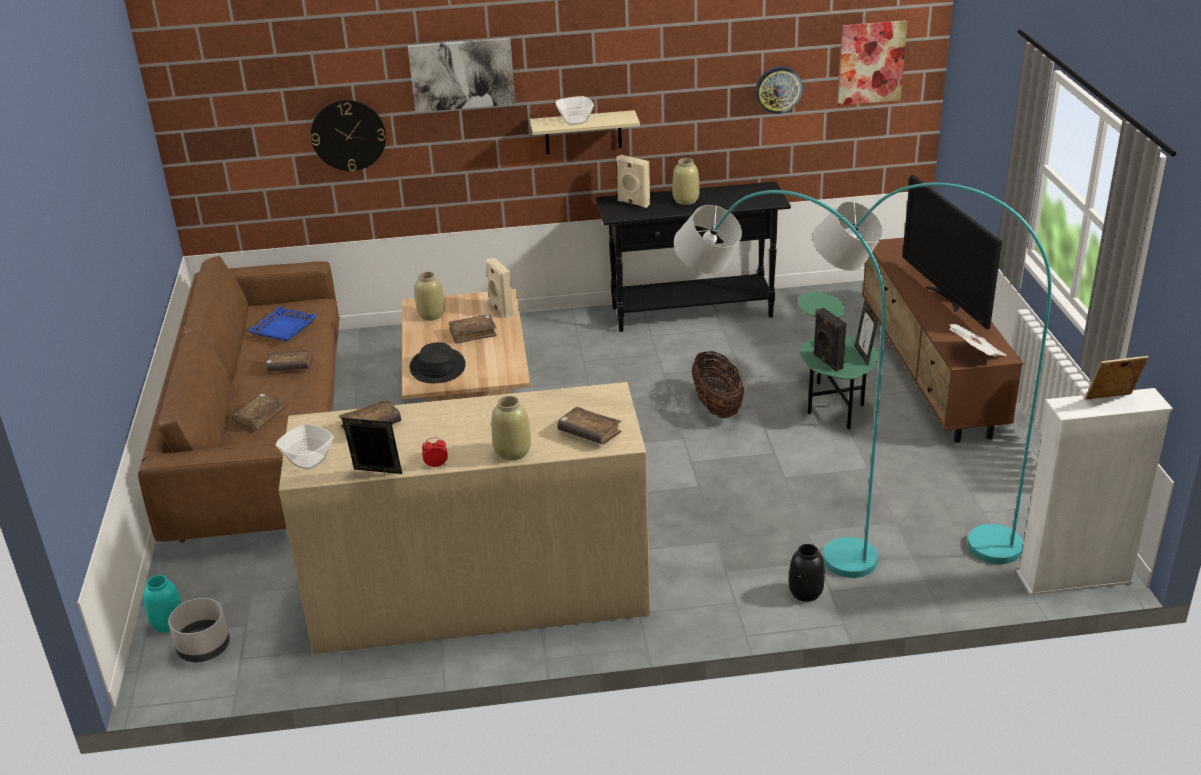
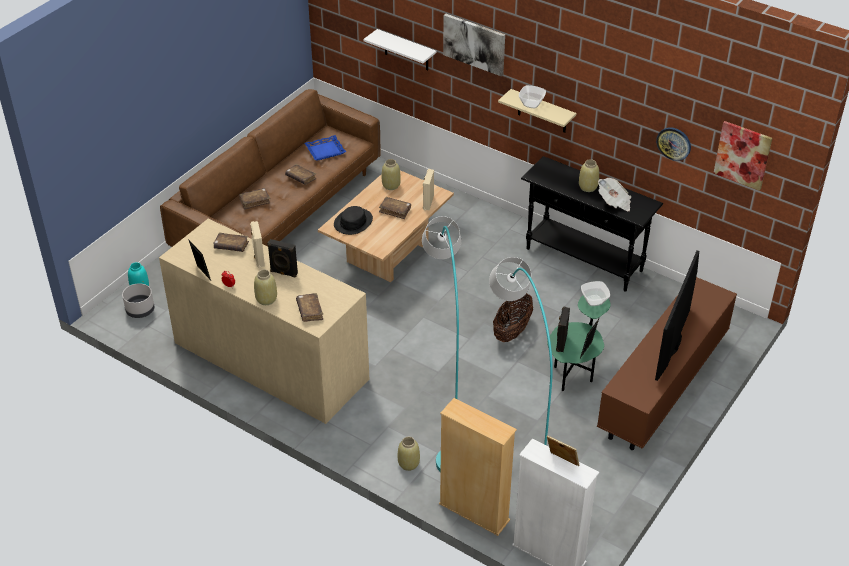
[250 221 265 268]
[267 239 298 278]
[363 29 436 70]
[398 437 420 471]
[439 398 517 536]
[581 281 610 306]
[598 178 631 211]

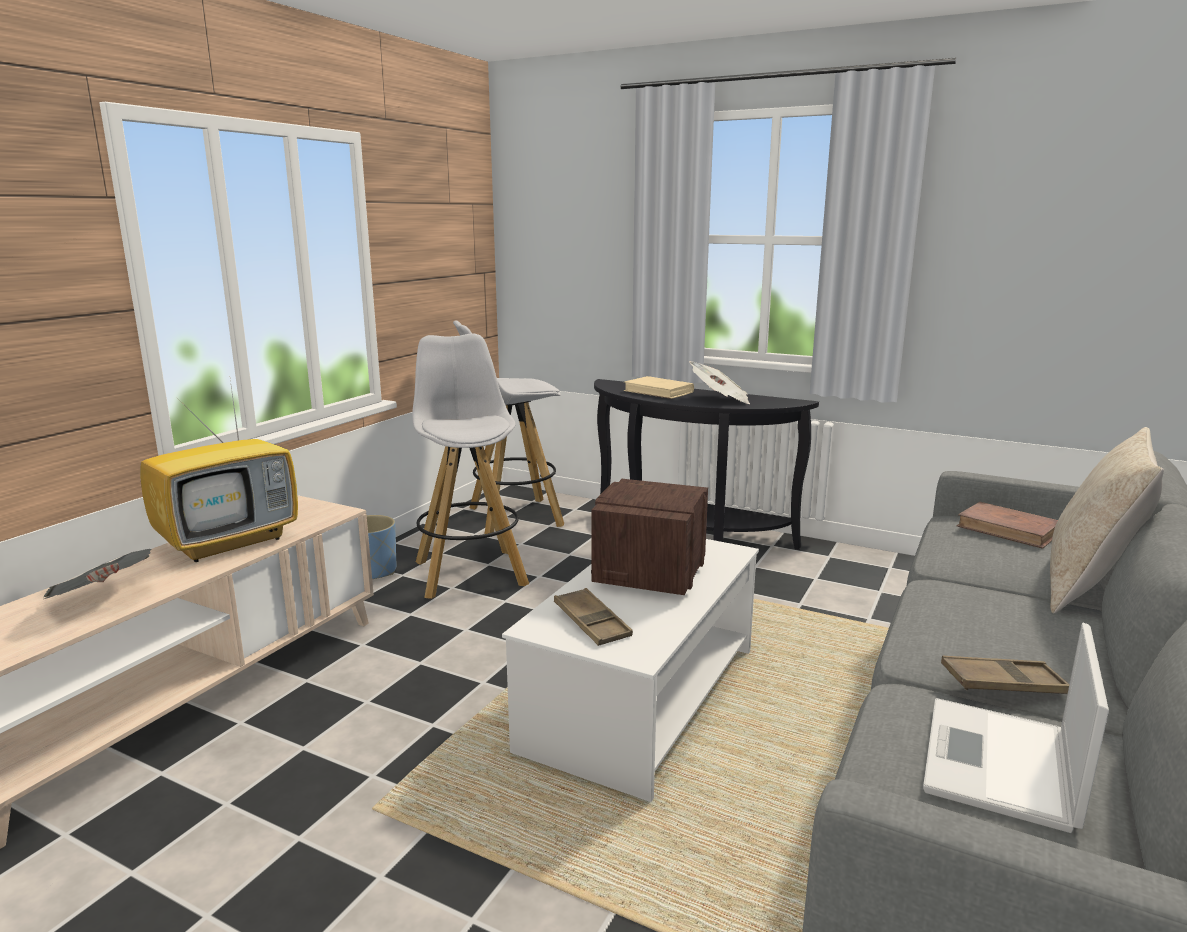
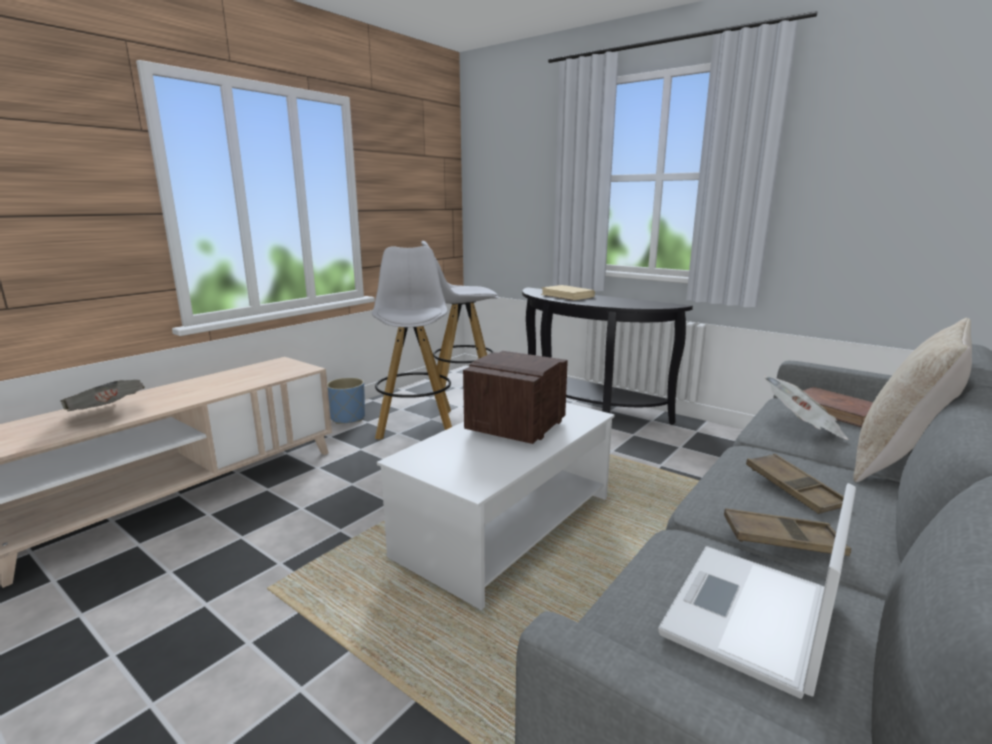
[746 454 844 514]
[764 376 849 440]
[140 373 298 562] (first image)

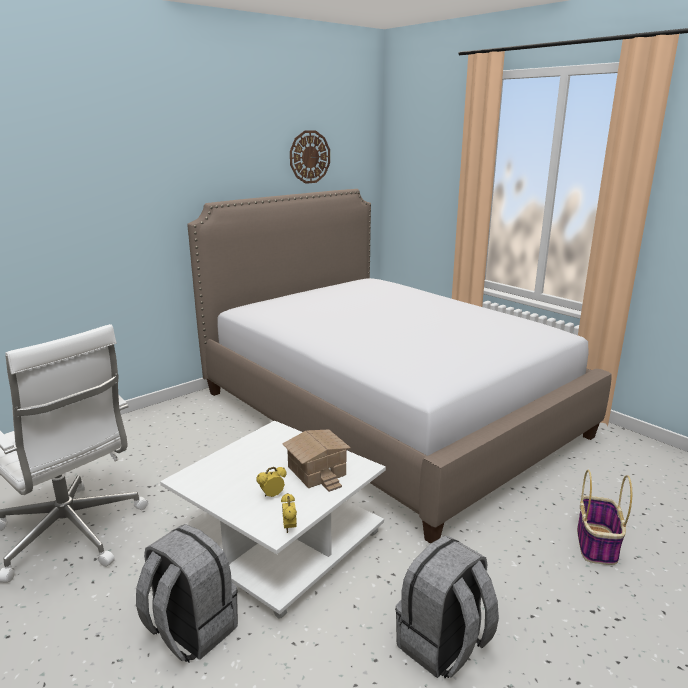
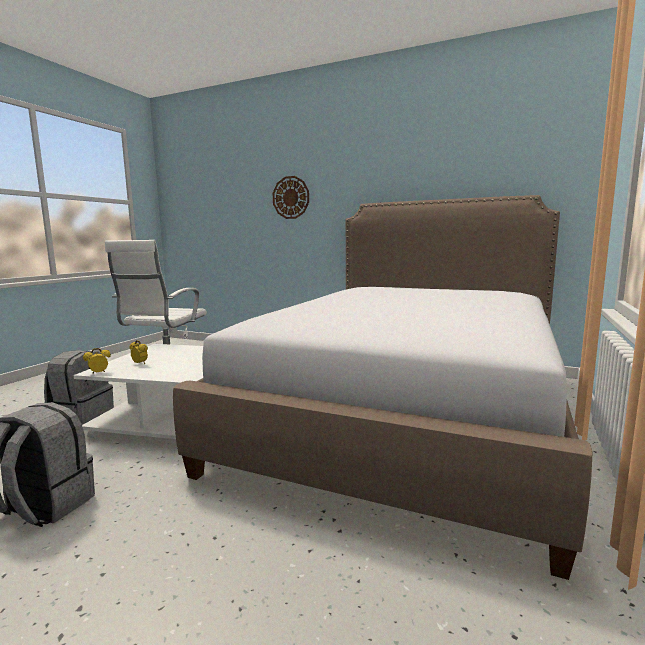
[273 176 309 219]
[282 429 351 492] (first image)
[577 470 632 565] (first image)

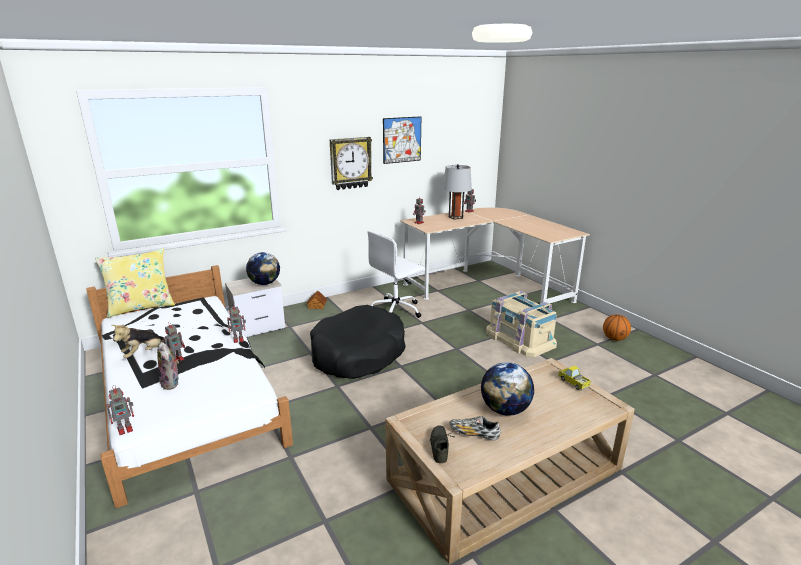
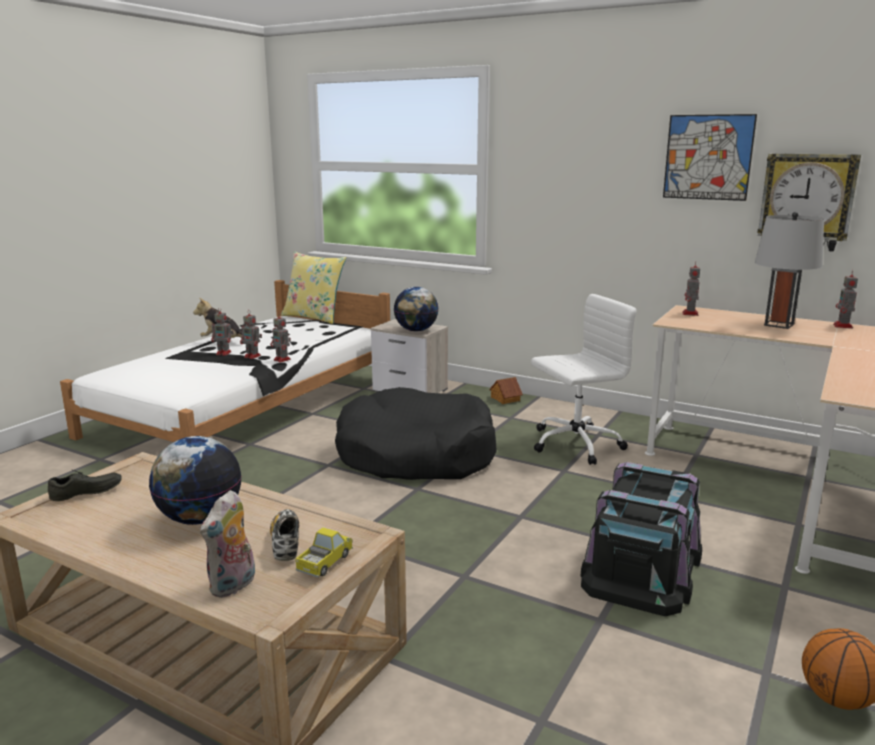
[200 490 255 598]
[240 310 262 359]
[270 509 299 561]
[531 294 636 465]
[580 462 702 616]
[757 153 861 252]

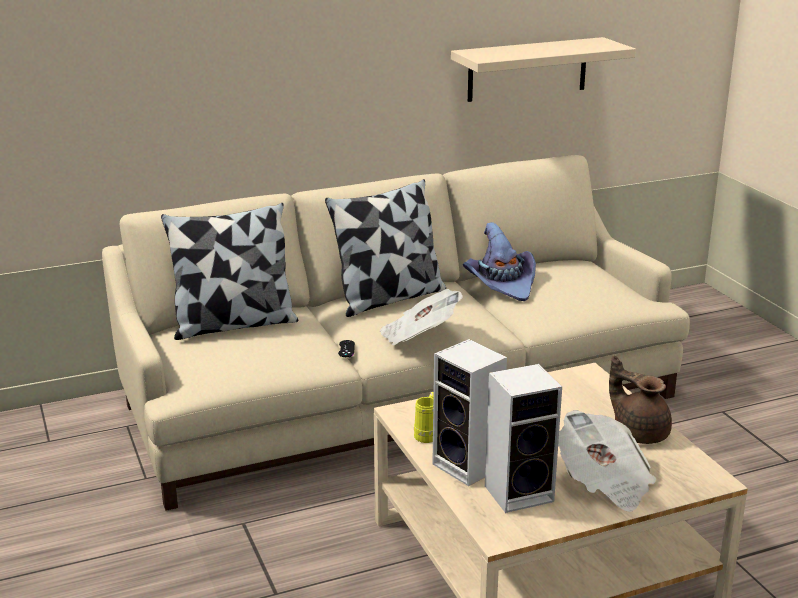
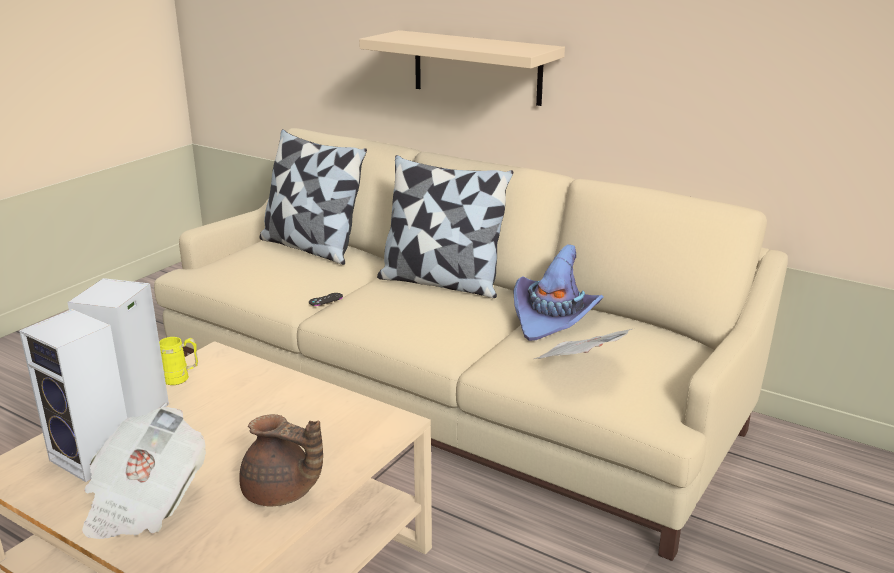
[239 414 323 506]
[359 30 565 106]
[534 329 632 359]

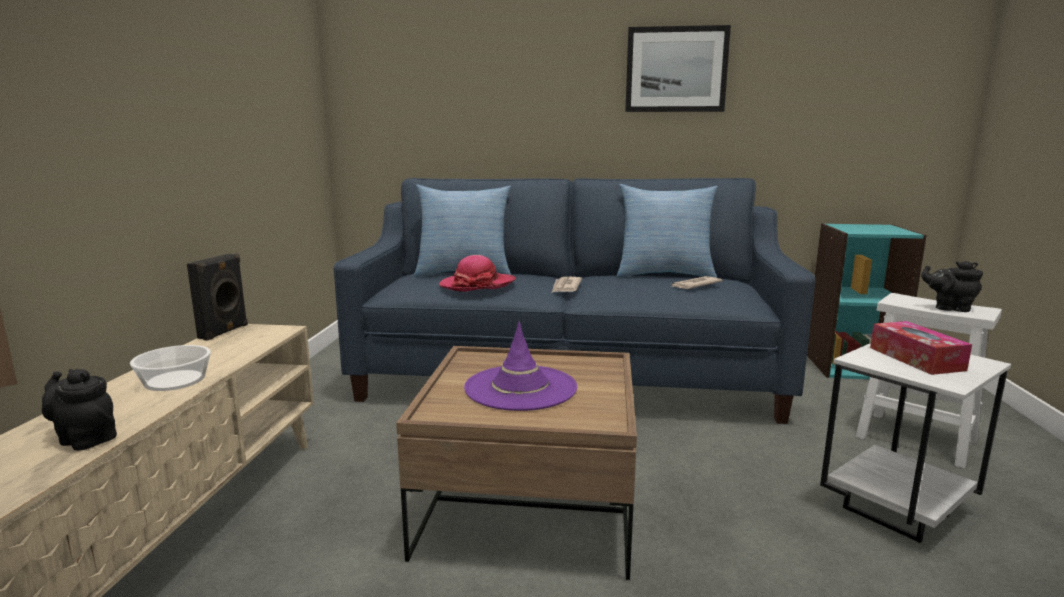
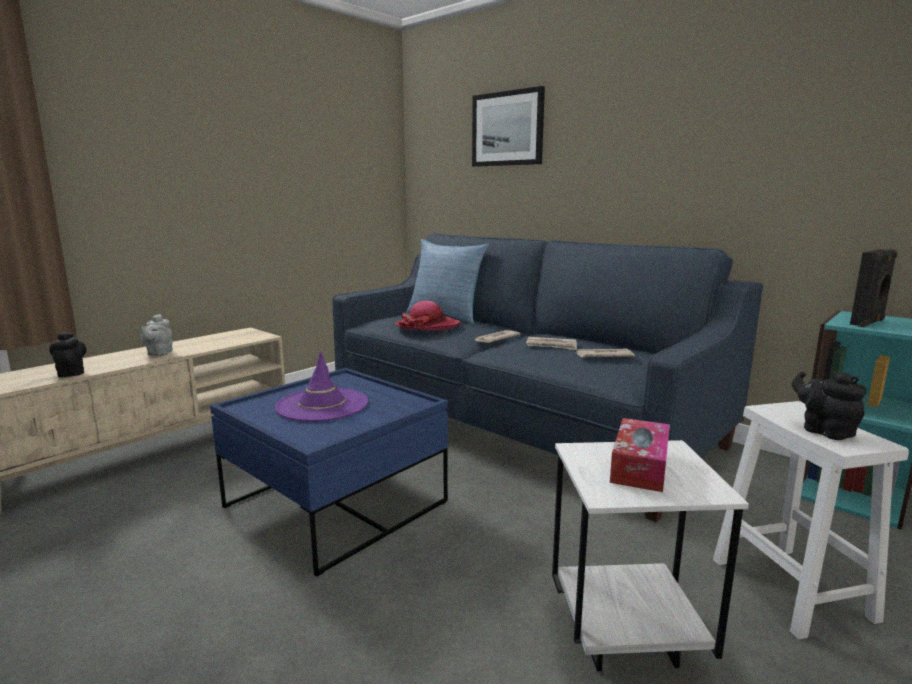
[140 314 173 356]
[210 368 448 577]
[472 86 545 167]
[526 337 577 350]
[850 249 897 327]
[617 184 718 278] (first image)

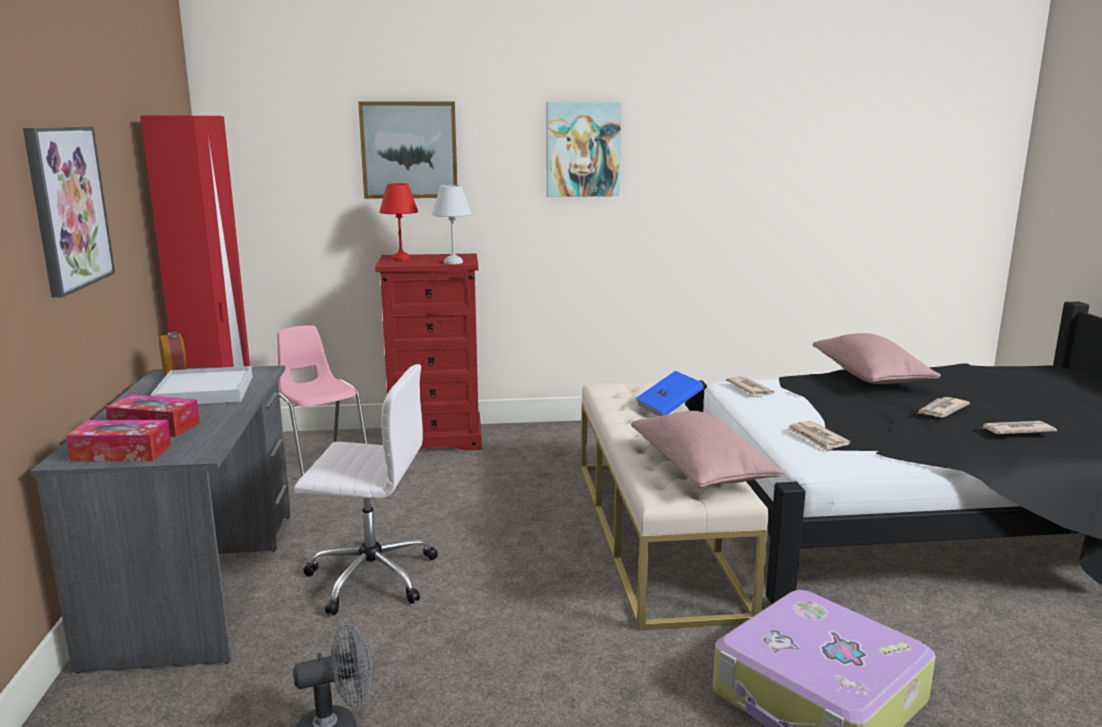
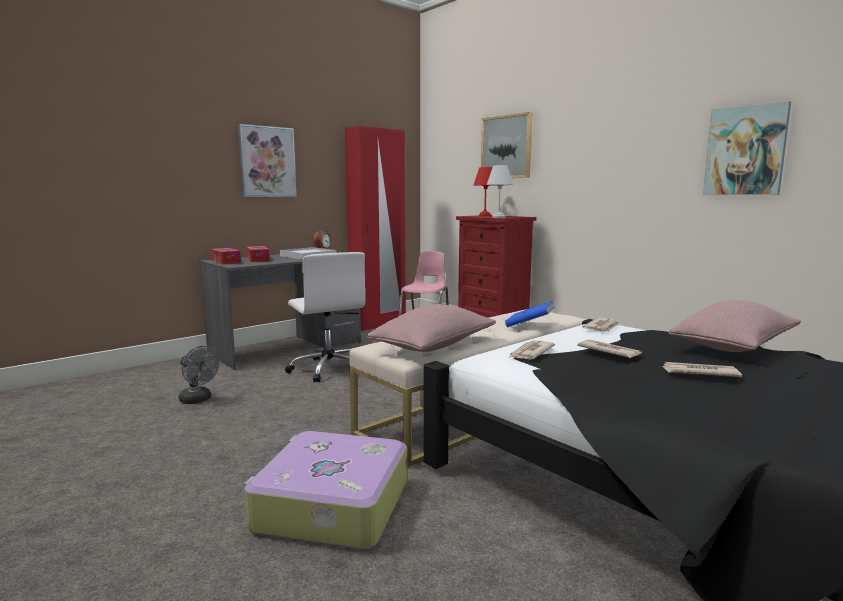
[577 340 642 358]
[703 101 791 195]

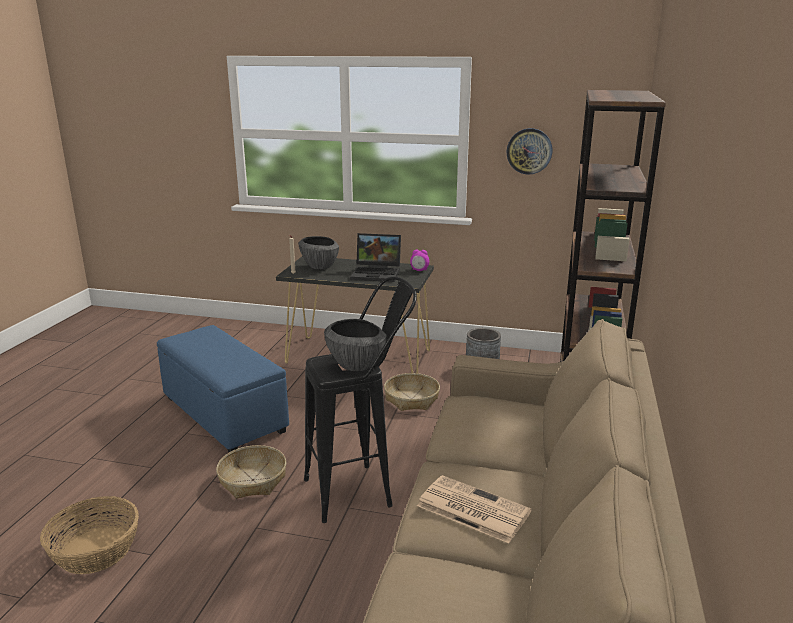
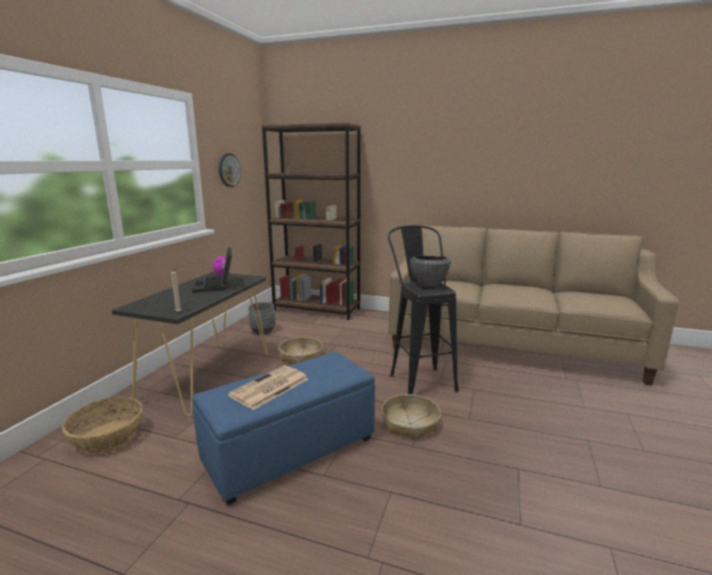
[62 397 143 454]
[192 247 232 293]
[228 366 308 410]
[298 236 339 269] (first image)

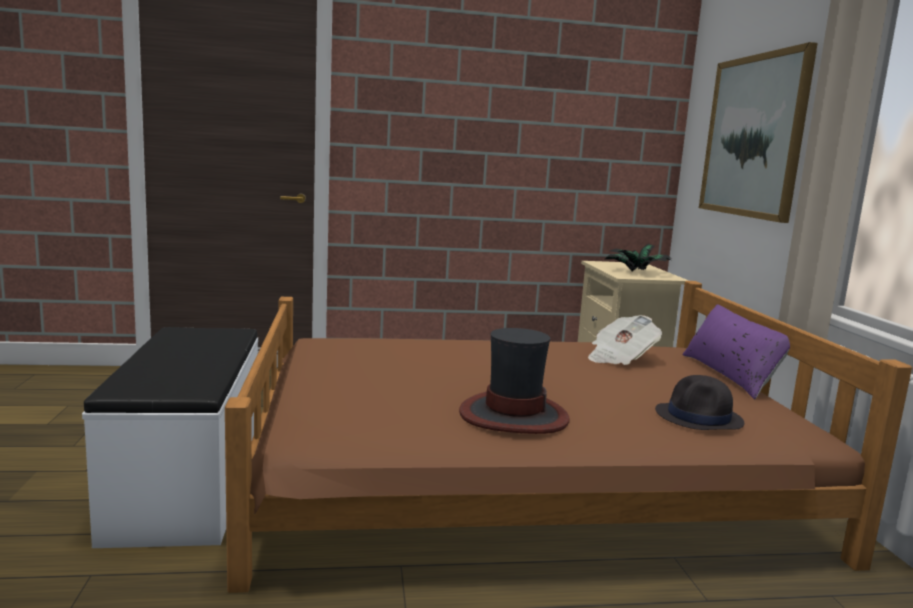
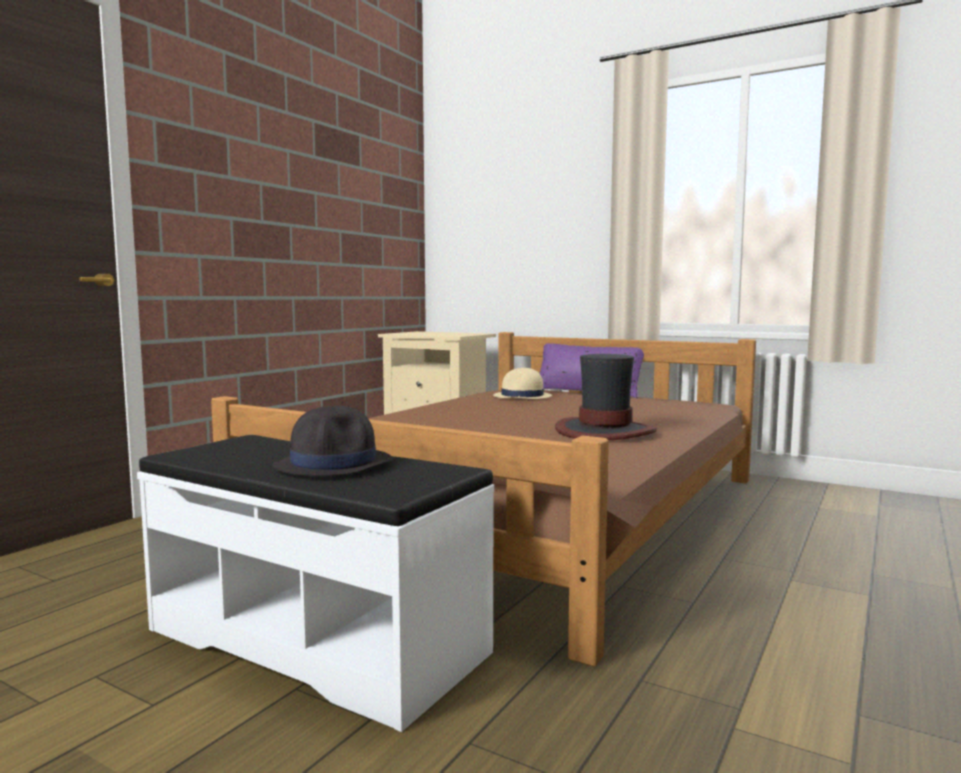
[272 406 392 476]
[493 368 552 399]
[605 244 672 271] (first image)
[699 42 818 223] (first image)

